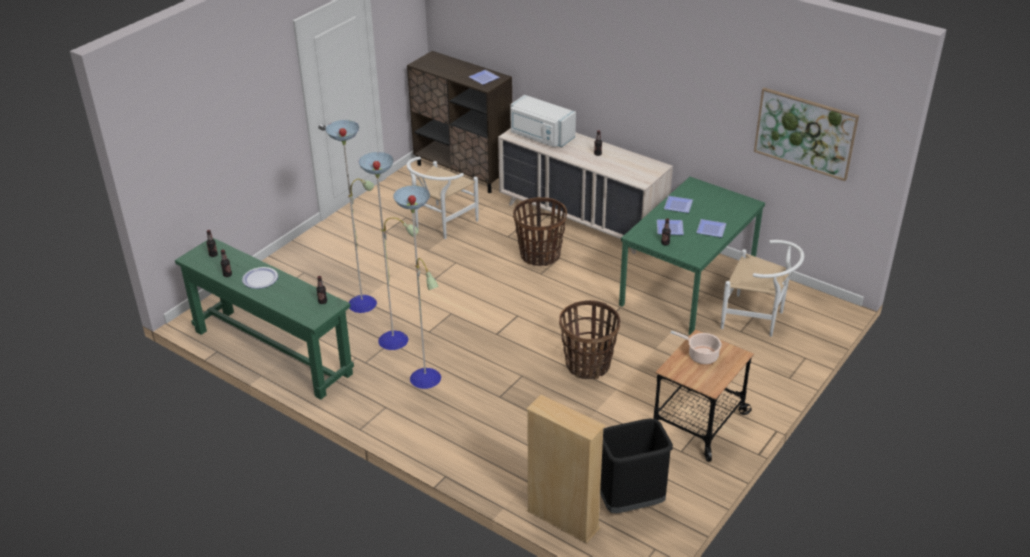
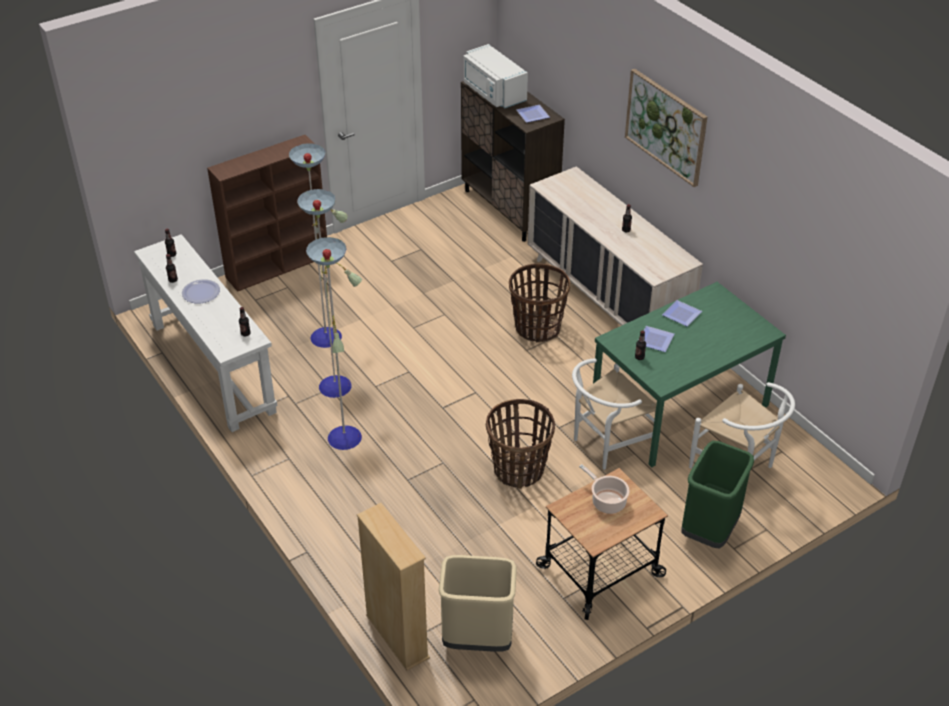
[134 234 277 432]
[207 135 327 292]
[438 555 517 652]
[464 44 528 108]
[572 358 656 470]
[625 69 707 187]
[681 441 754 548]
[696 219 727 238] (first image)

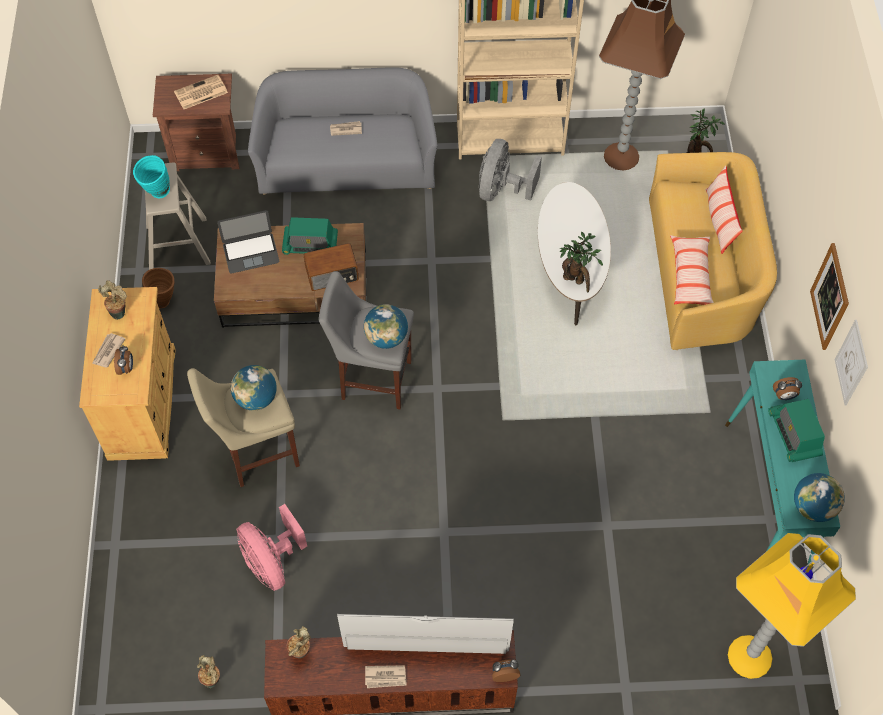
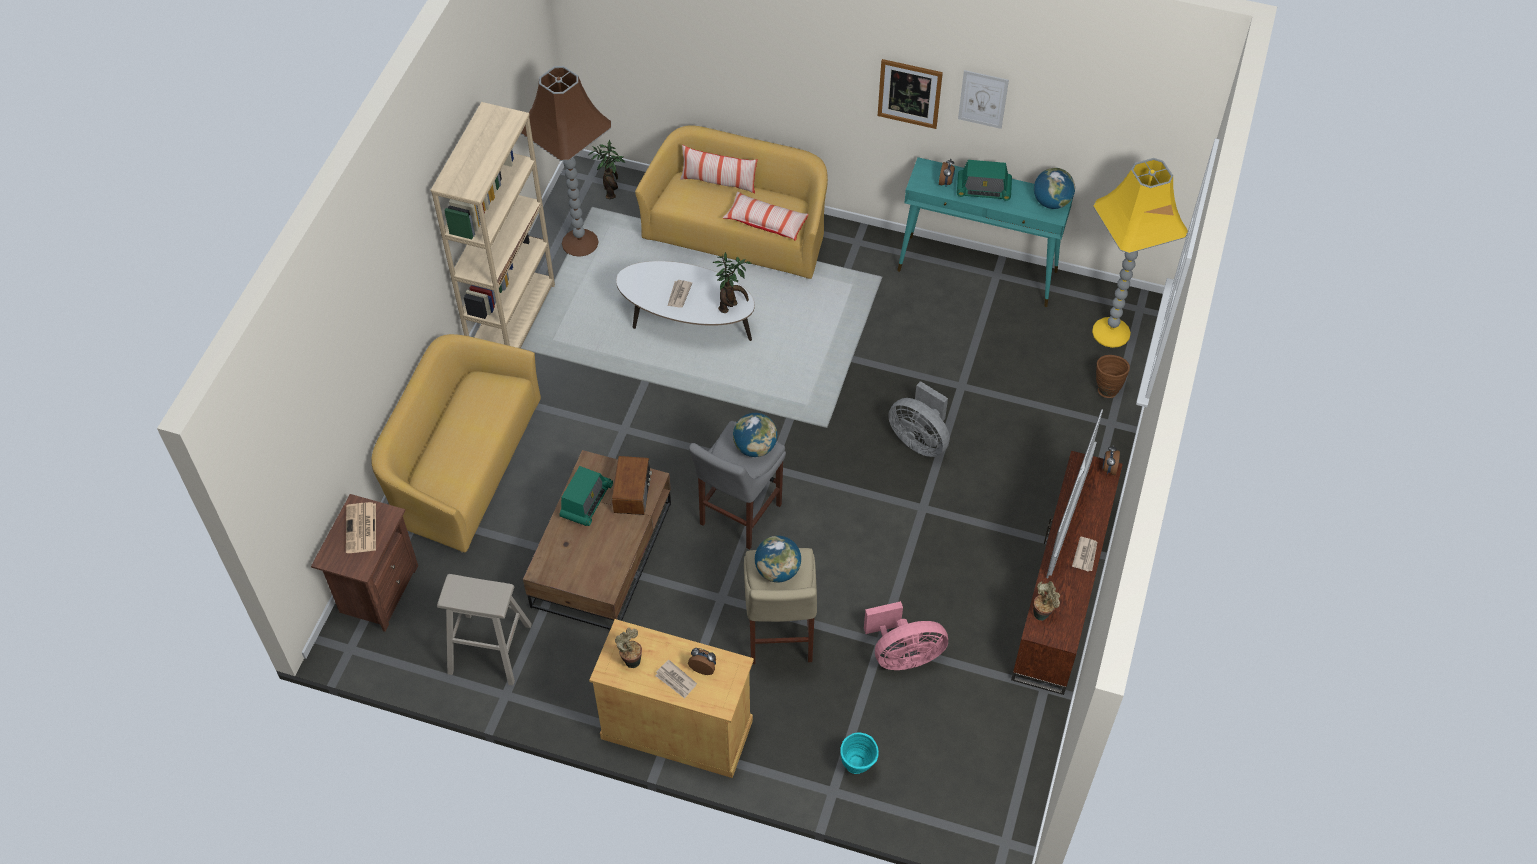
[371 334 541 553]
[668 280 692 308]
[840 732 879 774]
[888 381 950 457]
[1096 355 1130 398]
[197 655 220 688] (first image)
[217 210 279 273] (first image)

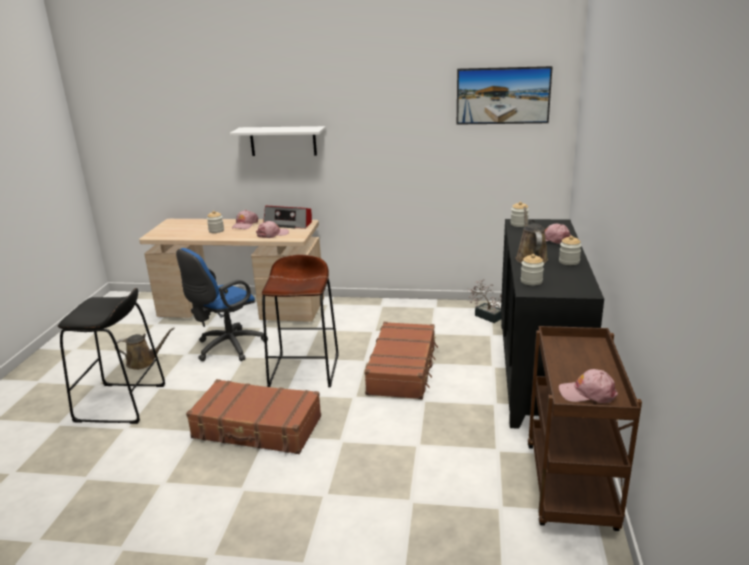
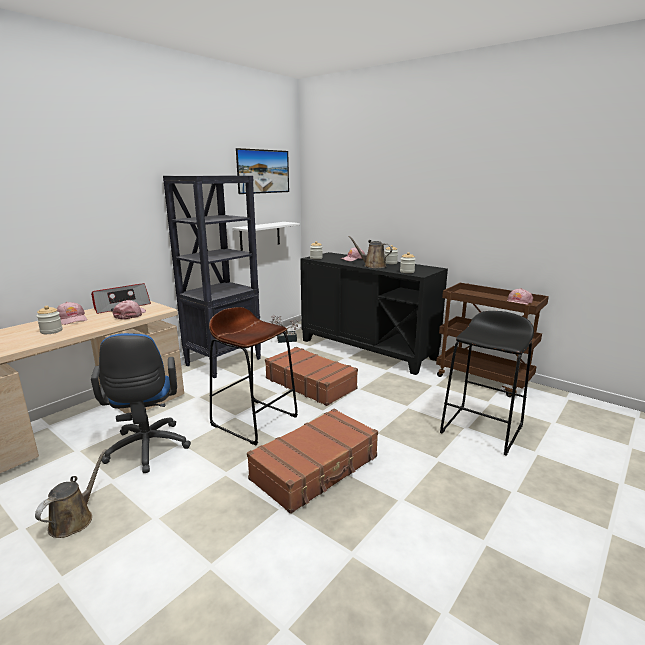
[163 176 261 378]
[232 222 300 251]
[440 311 534 456]

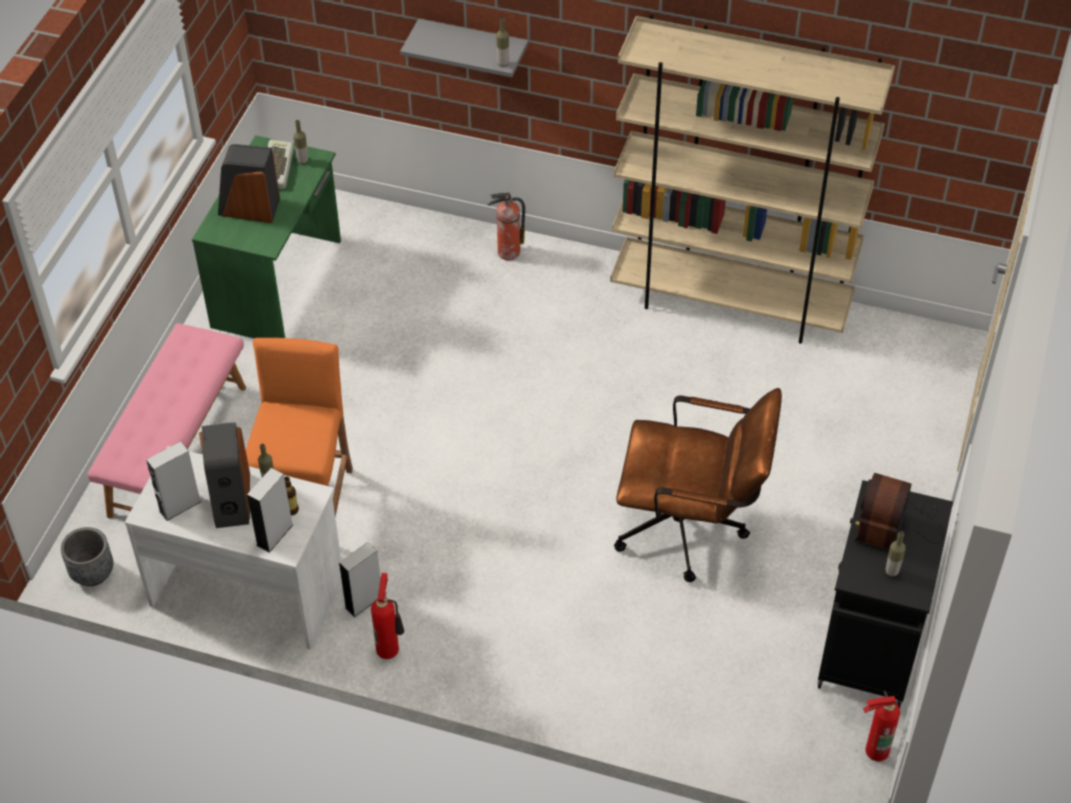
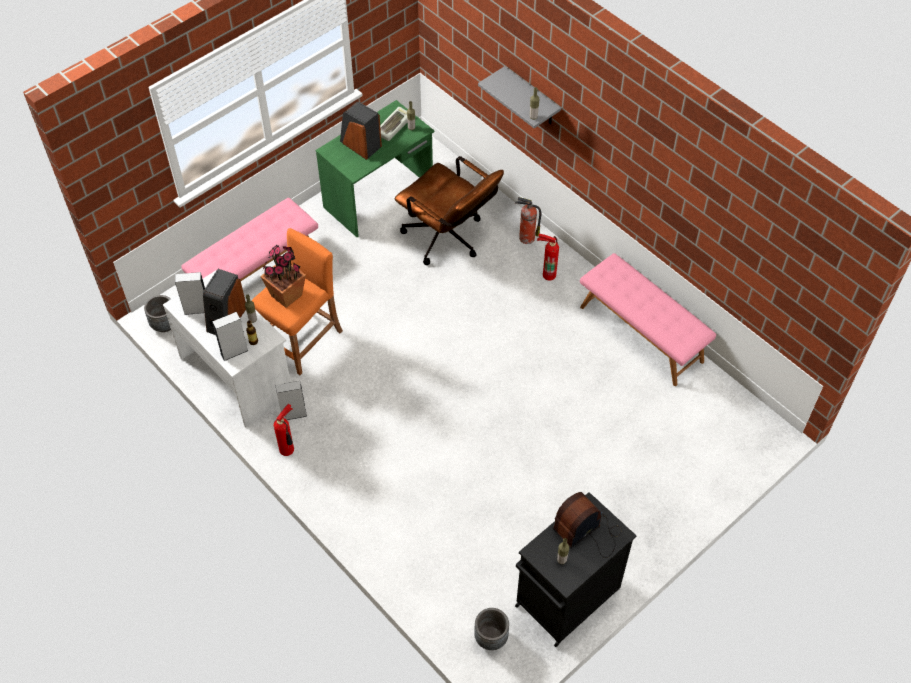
[260 245 306 308]
[395 156 504 265]
[474 608 509 650]
[537 234 559 281]
[580 253 716 386]

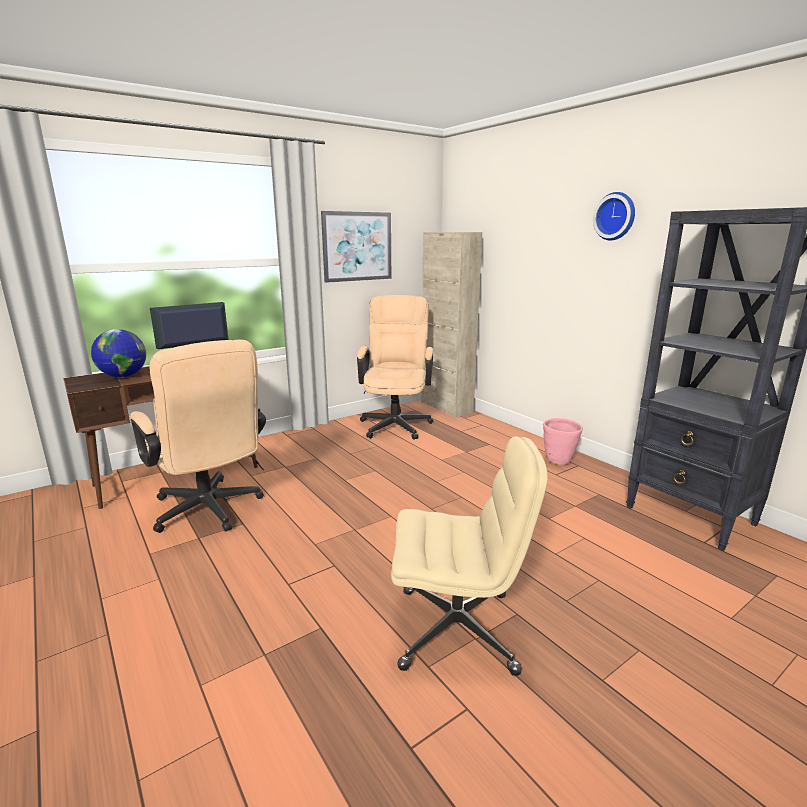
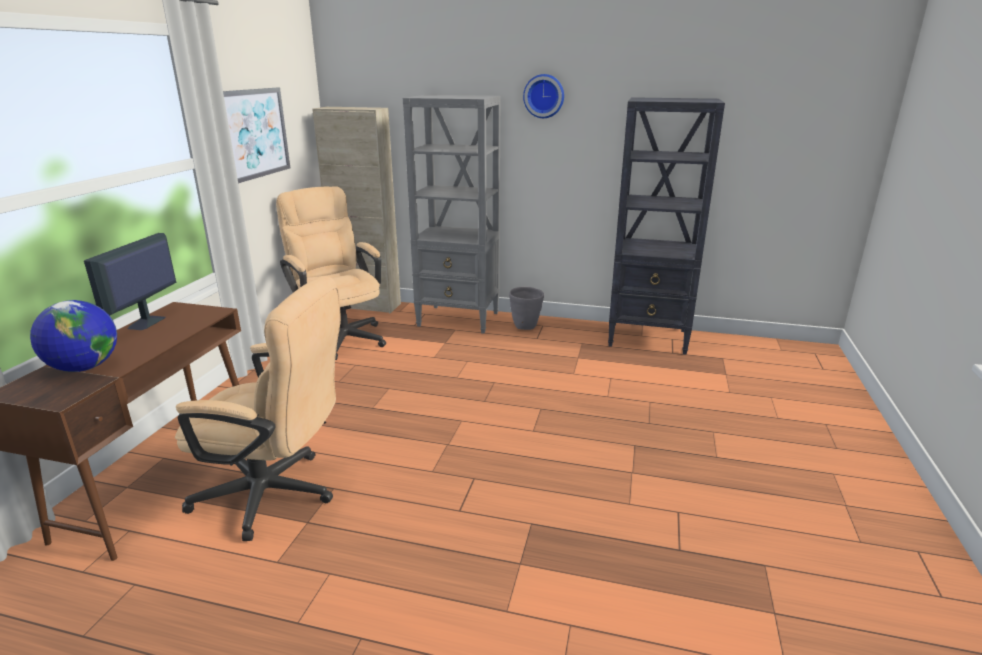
[403 95 501 334]
[509 287 544 330]
[391 436 548 676] (first image)

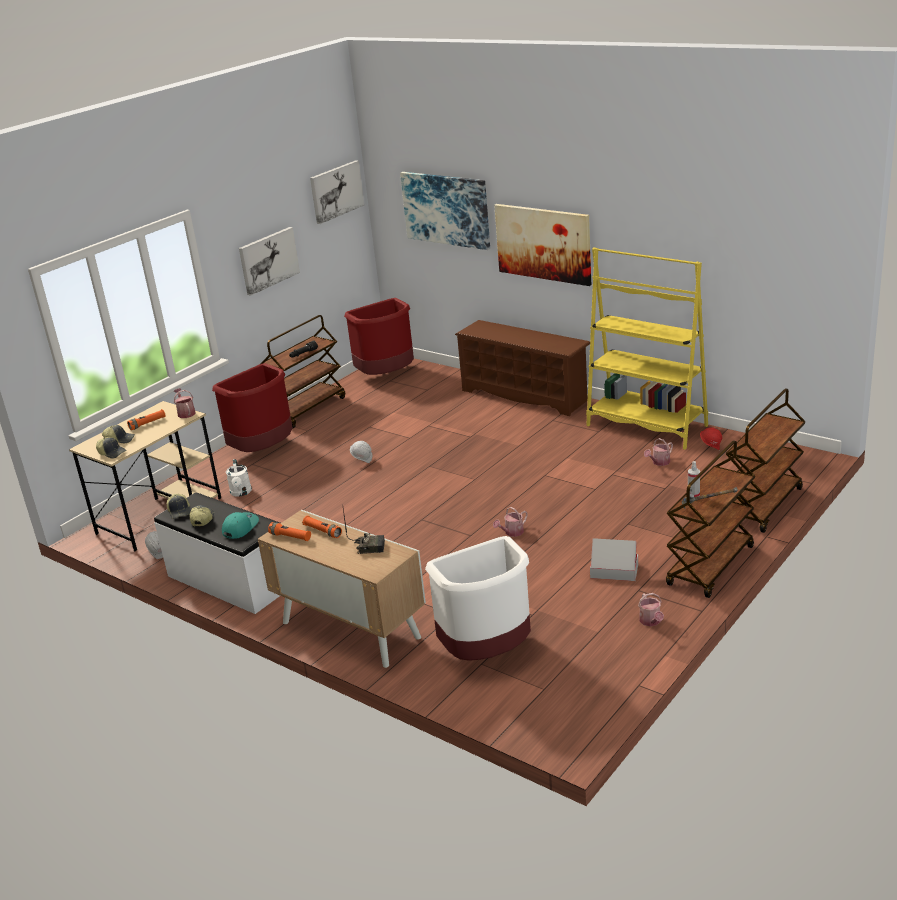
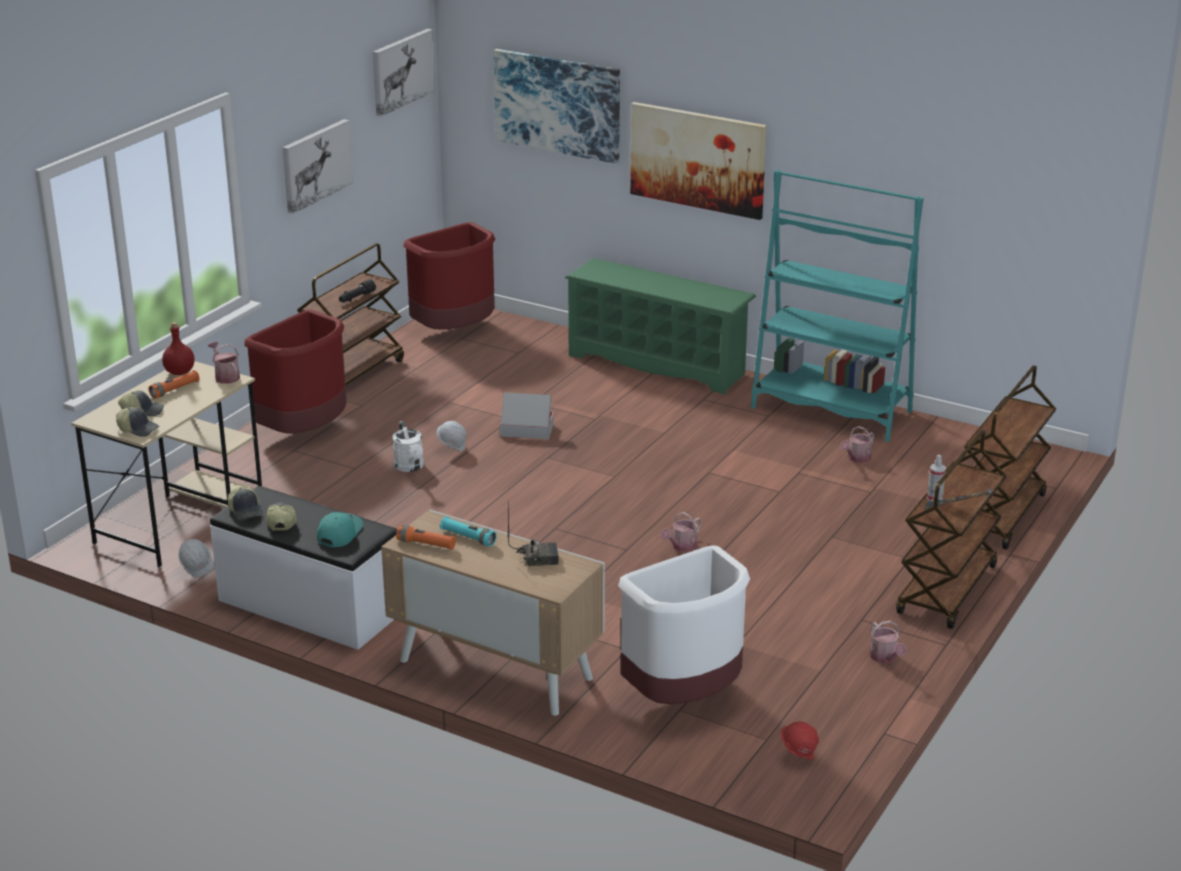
[162 322 195 375]
[392 421 424 472]
[440 517 497 546]
[500 392 554 439]
[565 258 756 394]
[751 170 924 442]
[781 722 819 761]

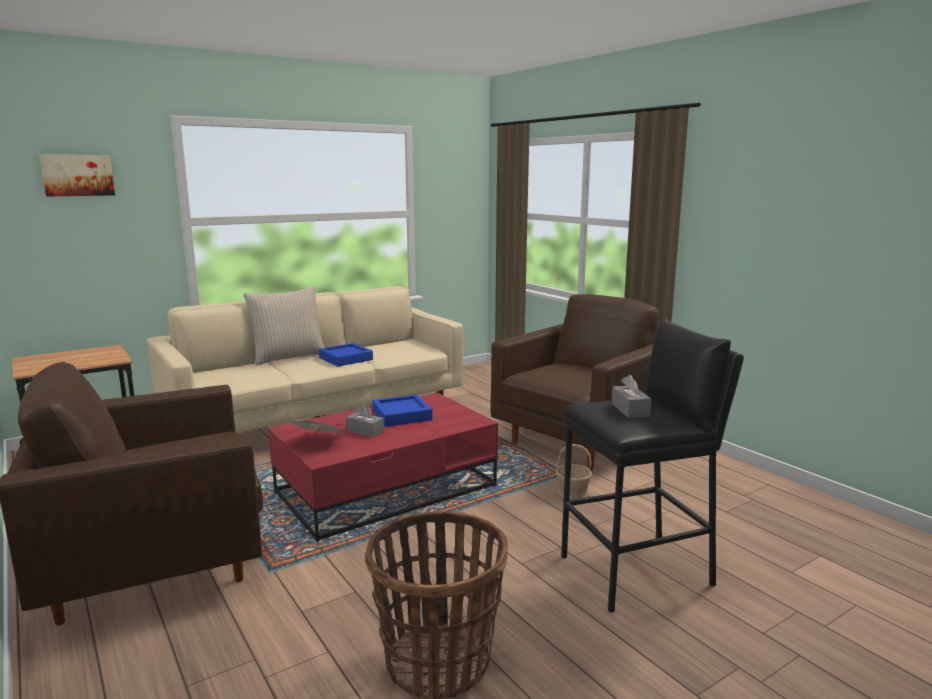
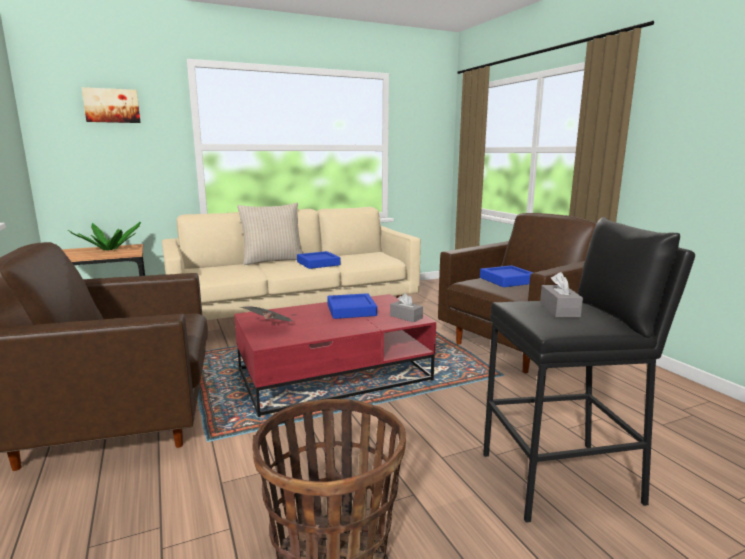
[68 222 141 251]
[390 293 423 322]
[480 265 533 287]
[556 444 592 500] (first image)

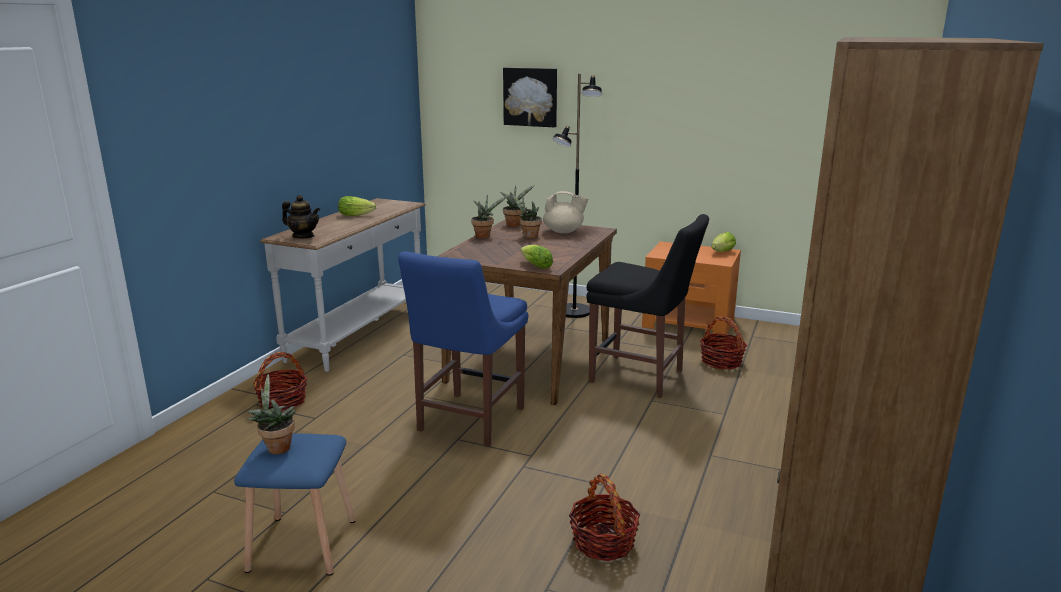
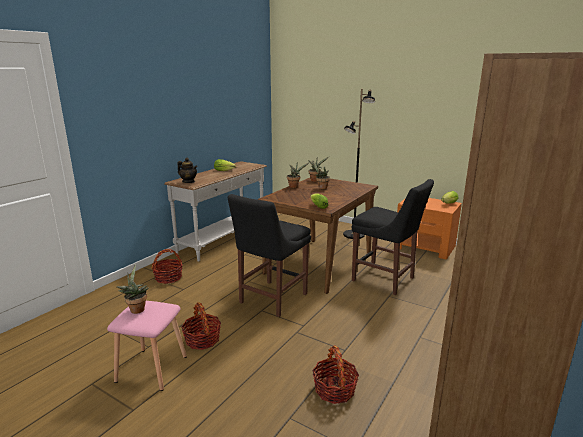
[107 301 187 391]
[181 302 221 350]
[228 194 311 317]
[503 68 557 127] (first image)
[543 191 589 233] (first image)

